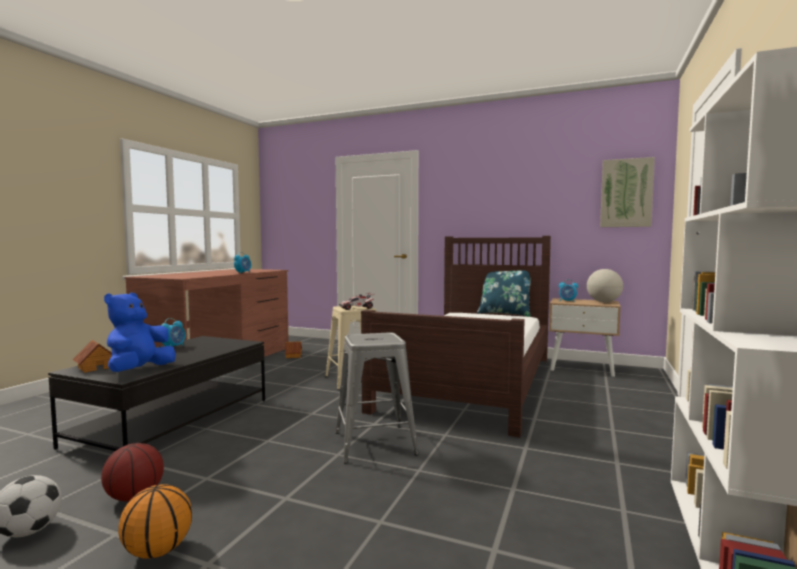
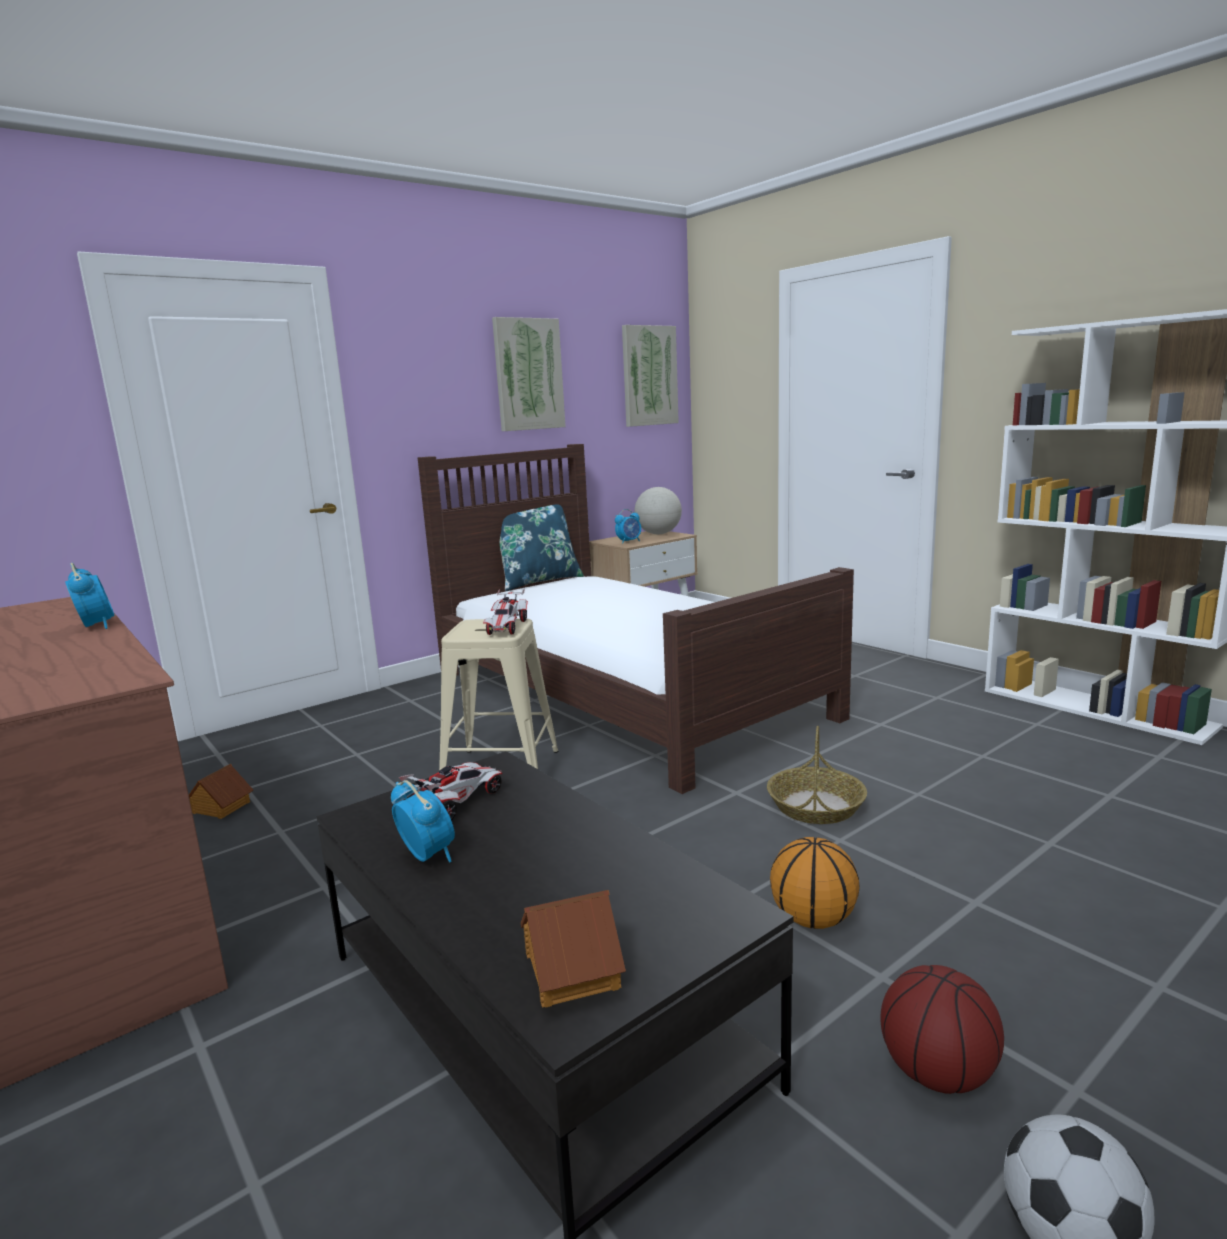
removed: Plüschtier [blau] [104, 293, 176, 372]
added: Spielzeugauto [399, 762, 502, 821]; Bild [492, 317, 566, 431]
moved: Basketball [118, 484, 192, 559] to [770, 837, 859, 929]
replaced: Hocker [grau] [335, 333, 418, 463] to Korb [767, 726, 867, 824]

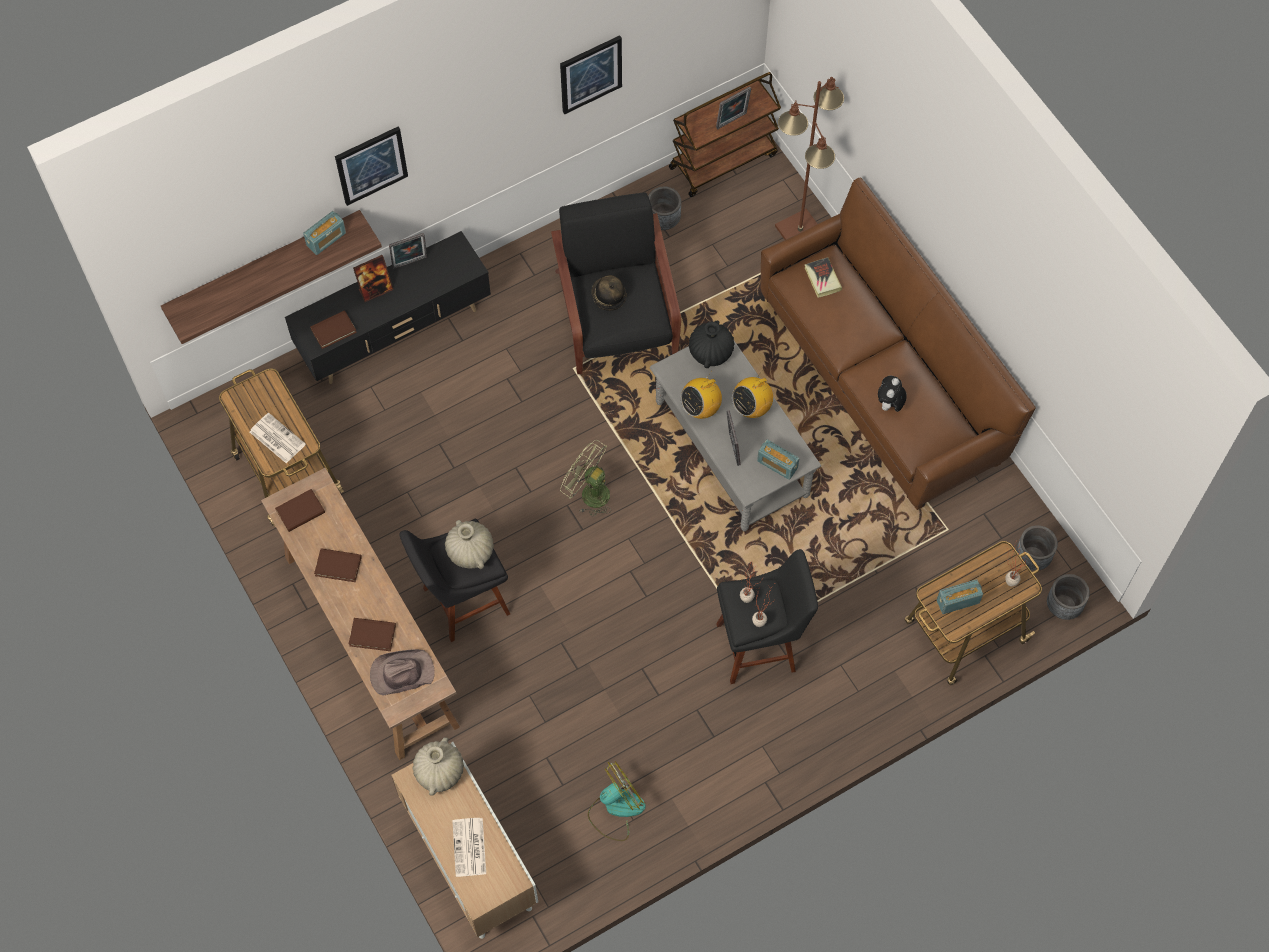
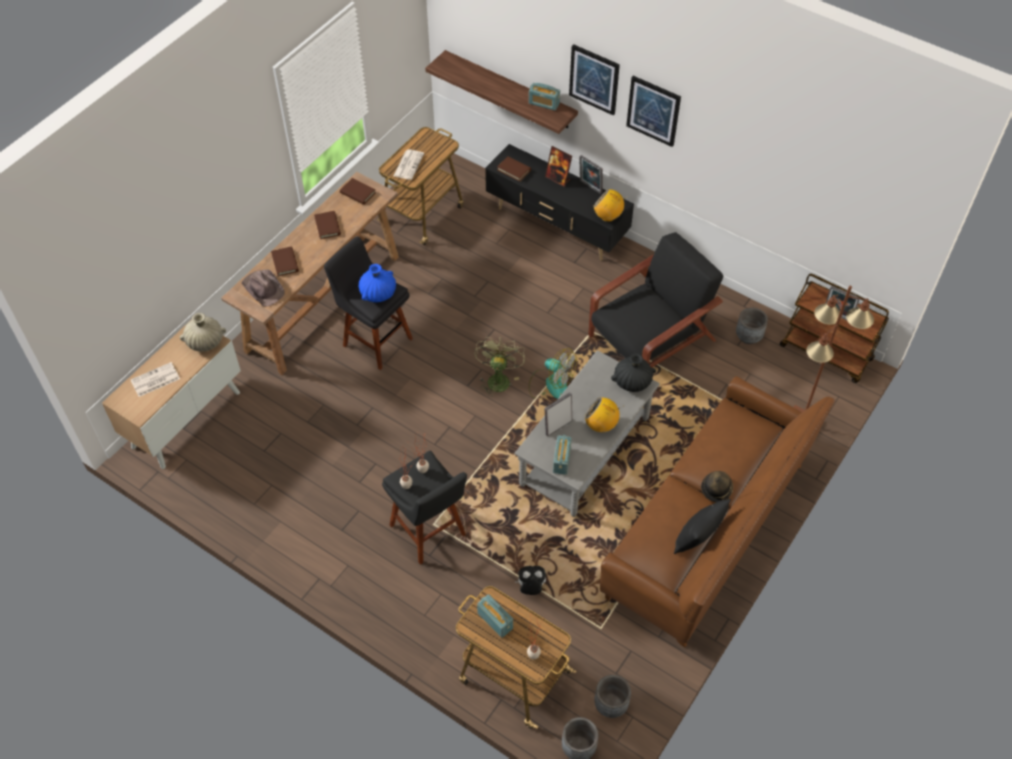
removed: Buch [805, 257, 842, 298]
added: Kissen [schwarz] [674, 499, 731, 554]
moved: Bild [560, 35, 622, 114] to [626, 76, 681, 147]; Ventilator [588, 761, 646, 841] to [529, 348, 577, 399]; Hut [592, 275, 626, 311] to [701, 471, 733, 502]; Radio [681, 375, 722, 419] to [593, 189, 628, 222]; Plüschtier [878, 376, 907, 413] to [515, 566, 546, 595]
recoloured: Vase [beige] [445, 520, 494, 569] to Vase [blau] [359, 264, 396, 302]

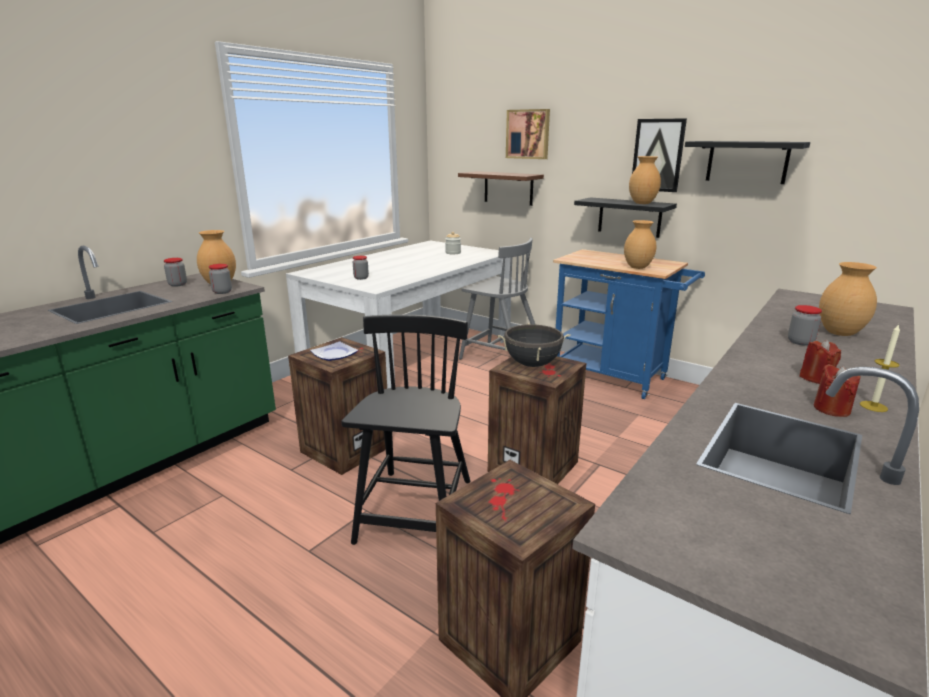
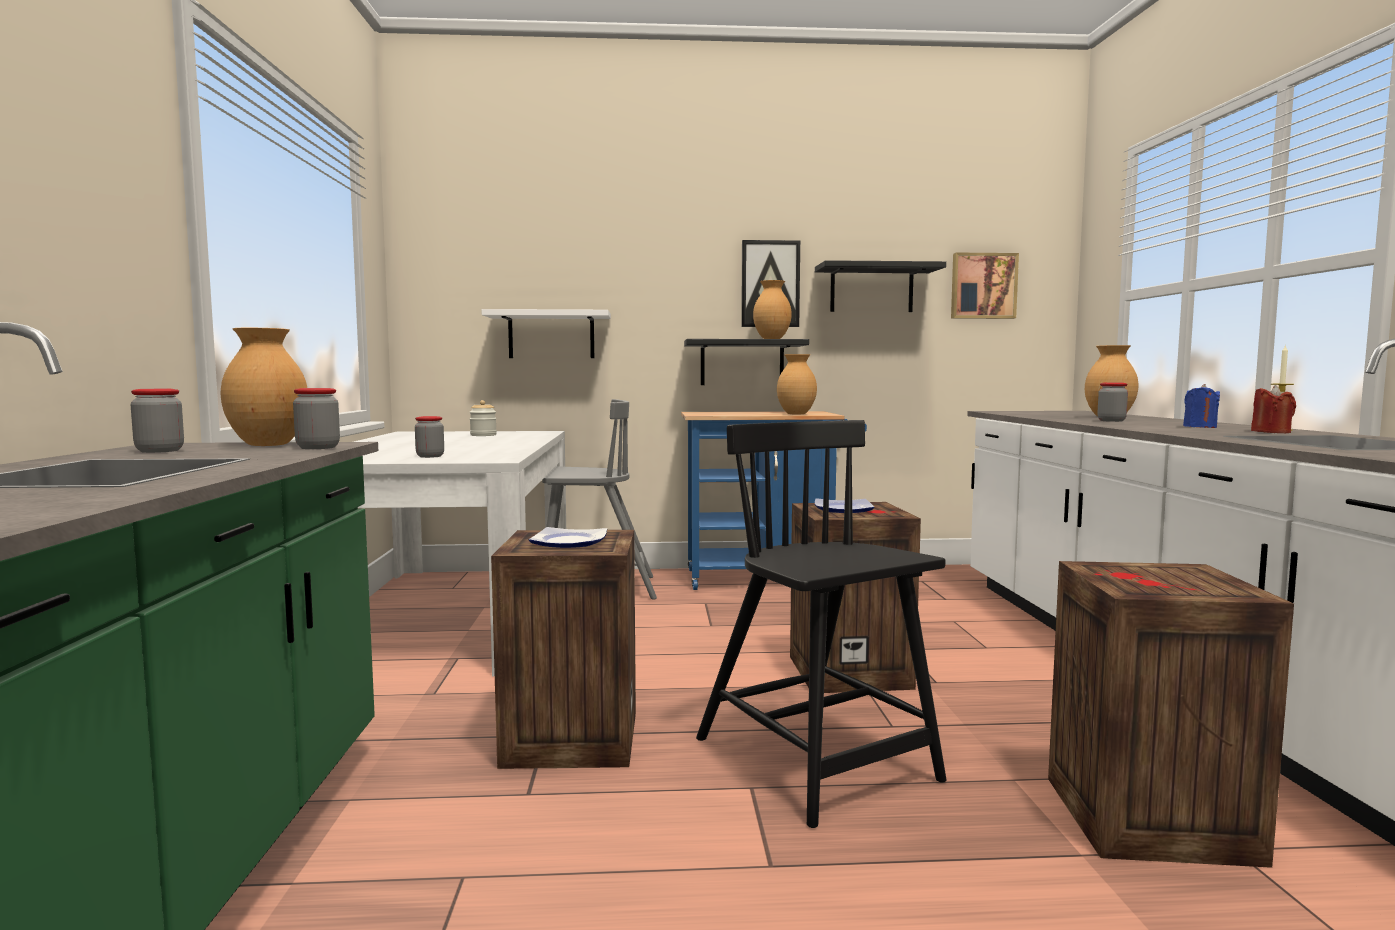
moved: Bild [506, 109, 550, 159] to [951, 253, 1019, 319]
replaced: Kochtopf [schwarz] [497, 323, 571, 367] to Teller [815, 498, 874, 513]
recoloured: Wandregal [braun] [458, 171, 544, 206] to Wandregal [weiß] [481, 309, 611, 358]; Kerze [rot] [799, 340, 841, 384] to Kerze [blau] [1183, 384, 1220, 428]

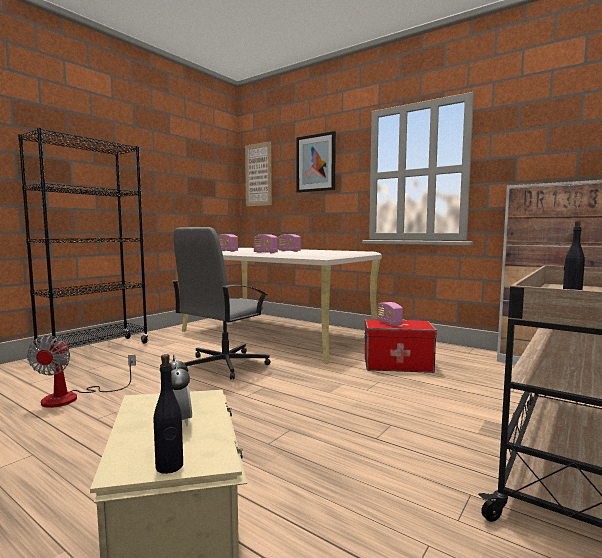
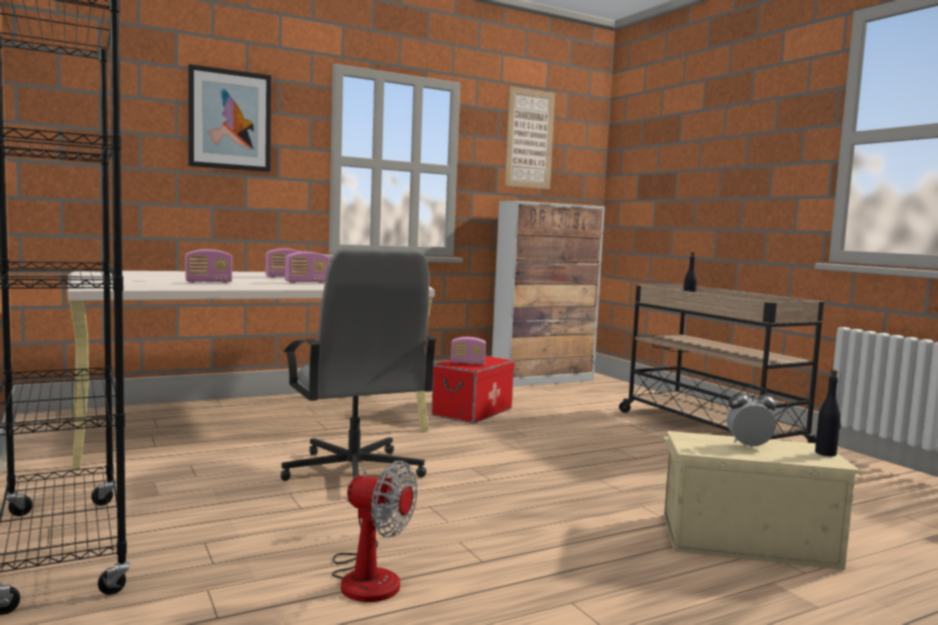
moved: Bild [245, 141, 272, 206] to [505, 86, 555, 189]

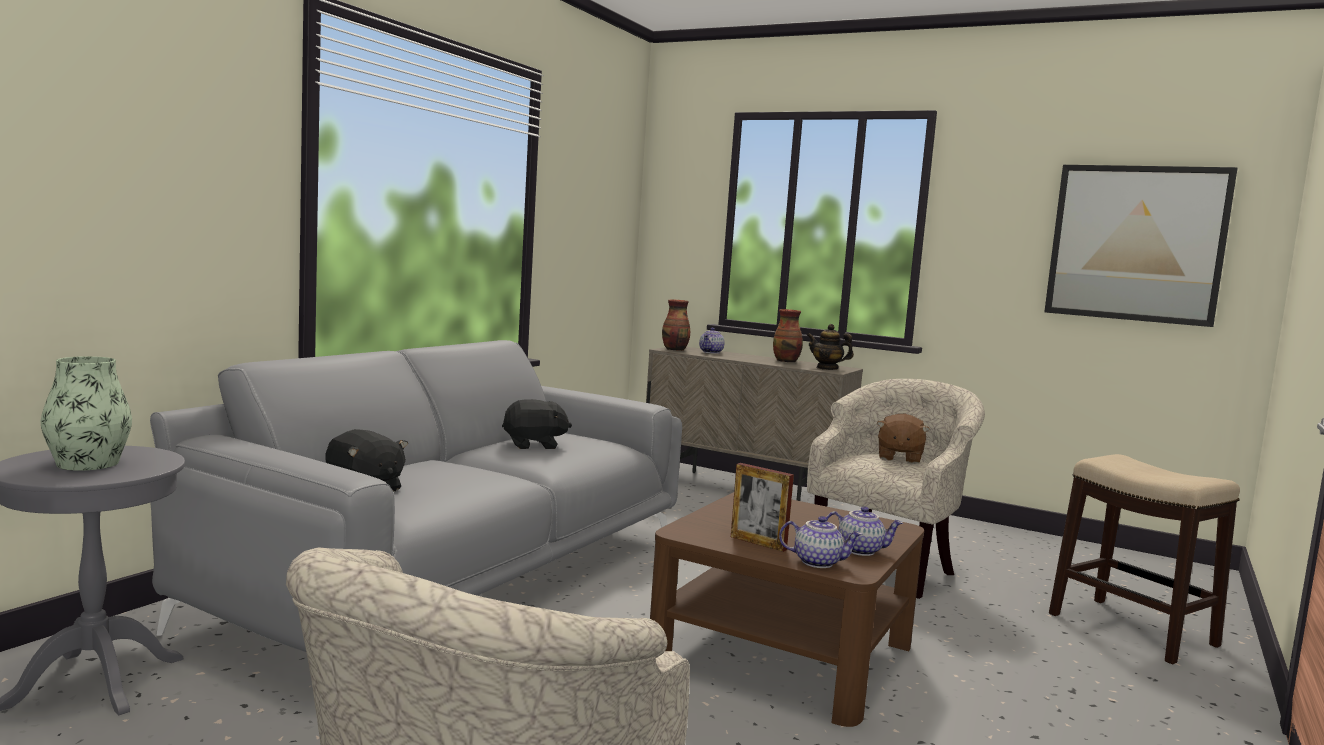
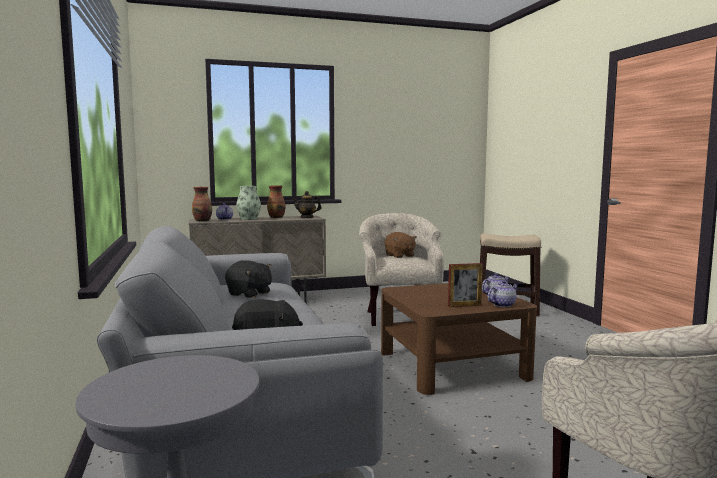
removed: Bild [1044, 165, 1238, 327]
moved: Vase [40, 356, 132, 471] to [236, 186, 261, 220]
turned: Plüschtier [schwarz] [502, 399, 572, 449] = [225, 260, 272, 298] 90 degrees clockwise

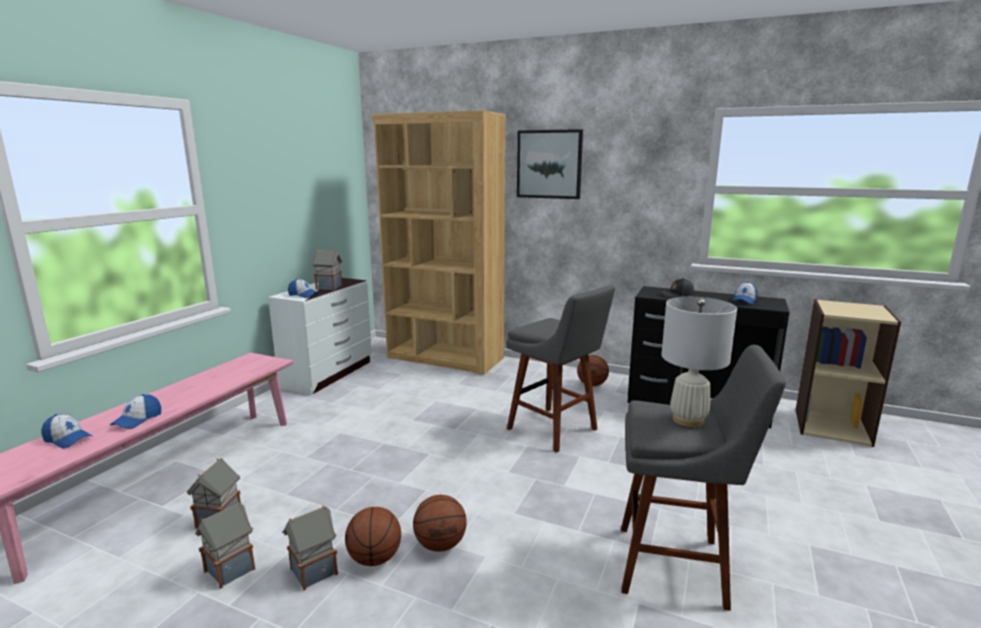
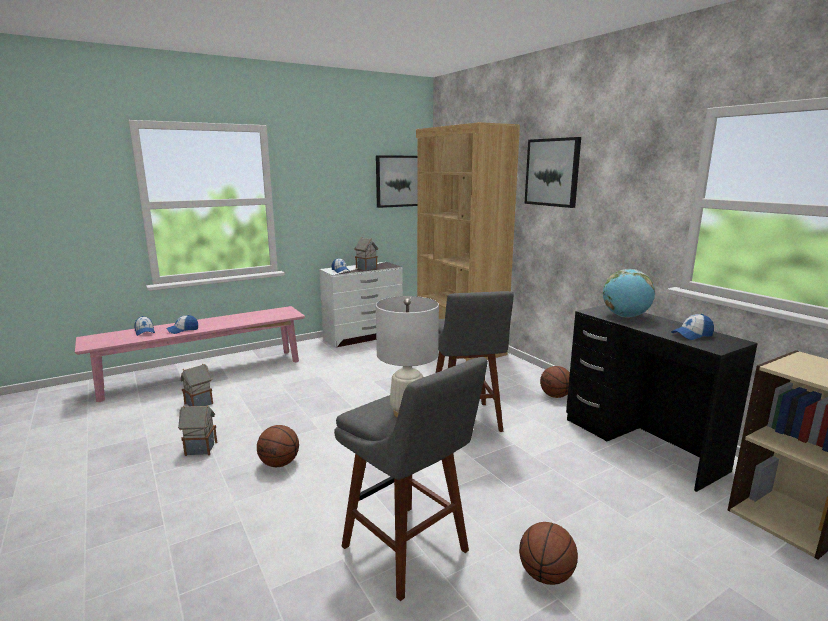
removed: Spielzeughaus [195, 502, 255, 589]
added: Bild [376, 155, 417, 208]
moved: Basketball [345, 507, 401, 566] to [519, 522, 578, 585]
replaced: Kappe [schwarz] [660, 278, 694, 298] to Globus [603, 269, 655, 317]

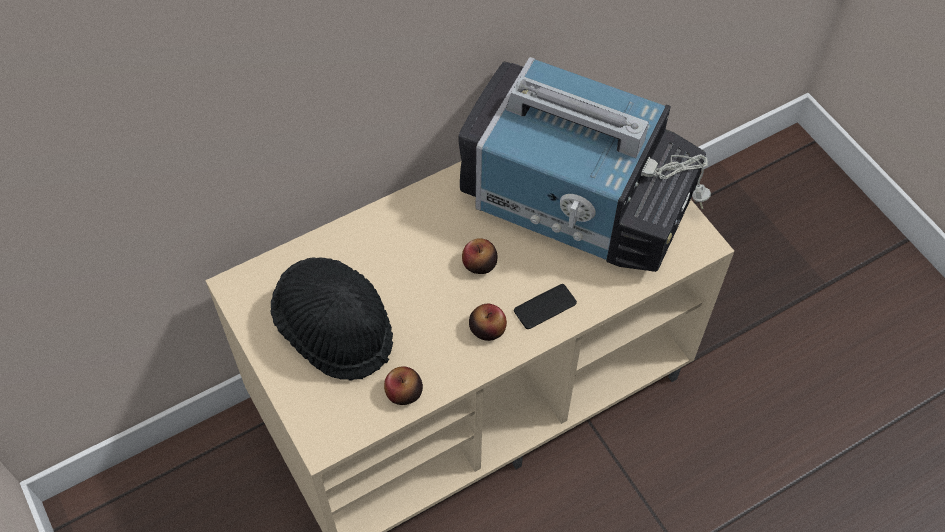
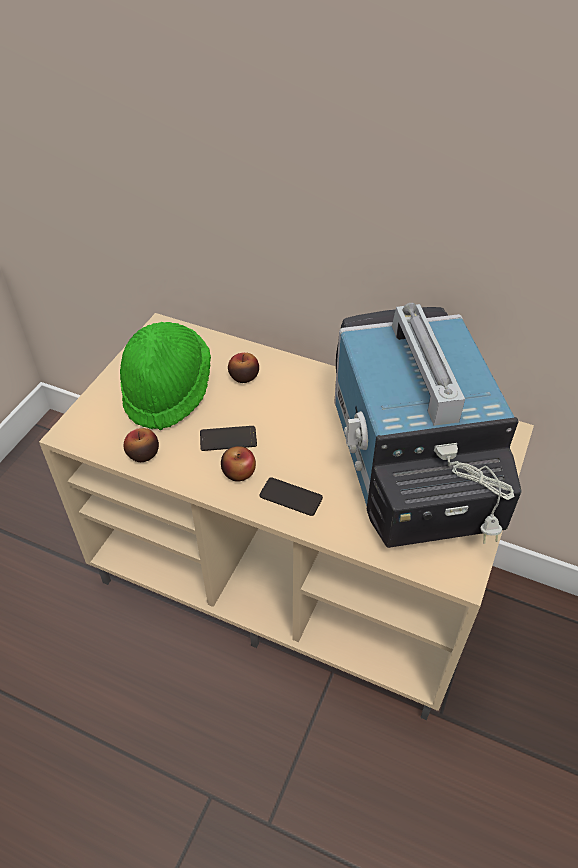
added: Handy [200, 426, 257, 451]
moved: Apfel [462, 238, 497, 274] to [228, 352, 259, 383]
recoloured: Hut [schwarz] [271, 257, 393, 381] to Hut [grün] [120, 322, 211, 430]

